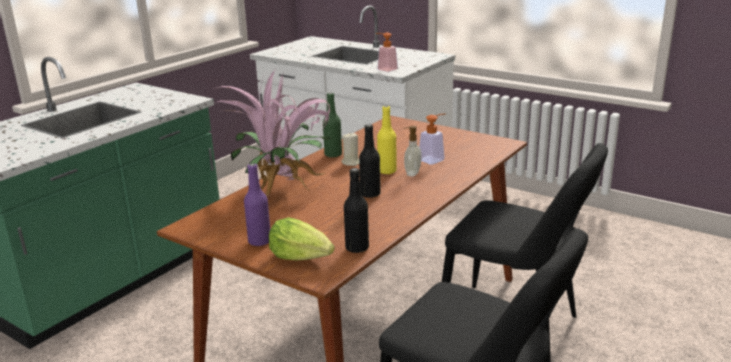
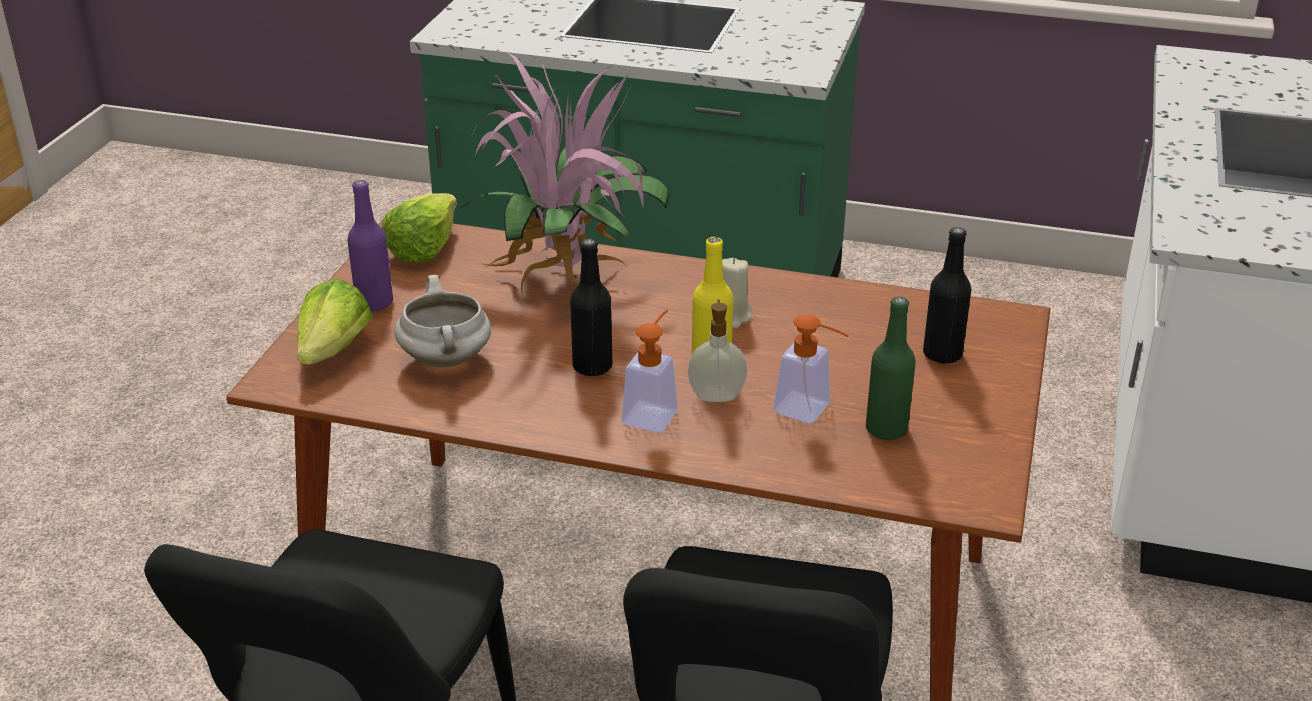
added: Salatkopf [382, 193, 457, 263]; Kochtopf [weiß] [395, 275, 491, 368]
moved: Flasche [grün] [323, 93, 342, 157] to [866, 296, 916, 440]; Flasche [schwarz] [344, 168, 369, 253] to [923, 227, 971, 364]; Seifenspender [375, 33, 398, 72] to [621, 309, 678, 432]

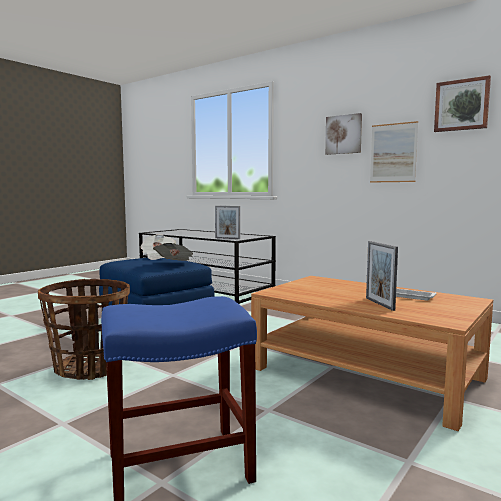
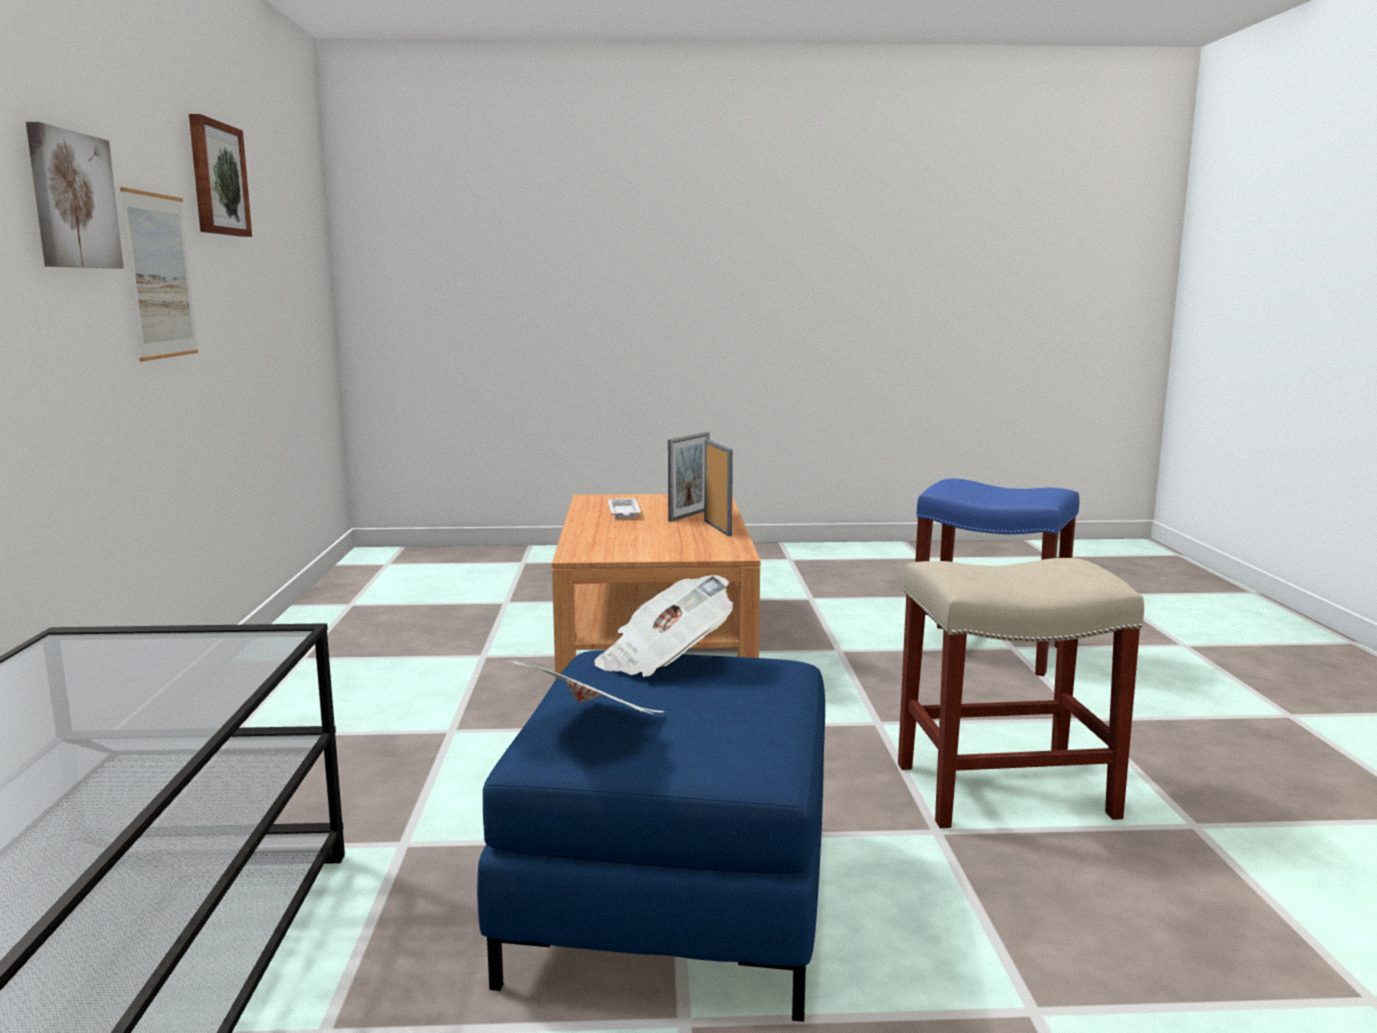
moved: Bilderrahmen [215, 206, 240, 239] to [704, 439, 733, 536]
replaced: Korb [38, 279, 130, 380] to Hocker [beige] [898, 558, 1144, 828]

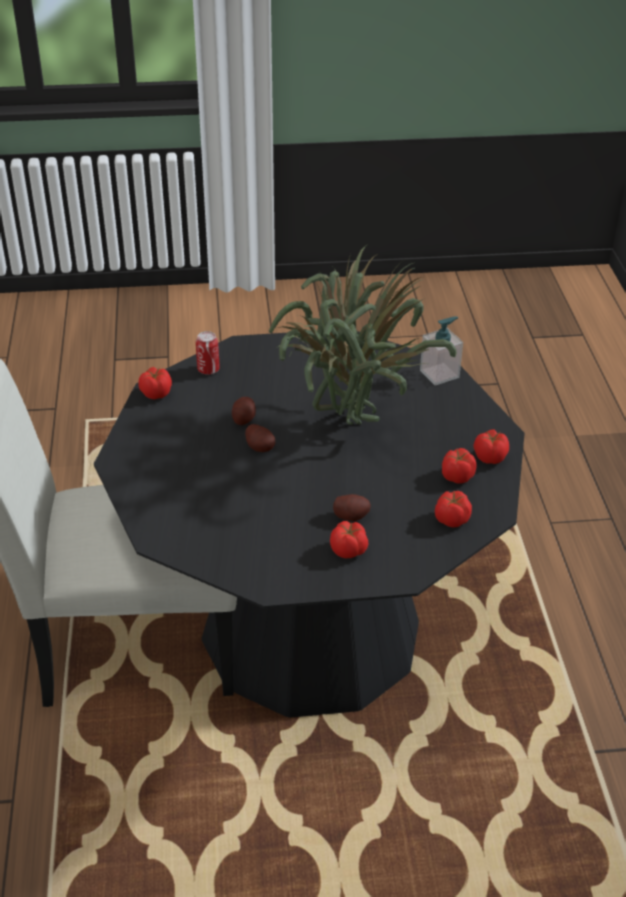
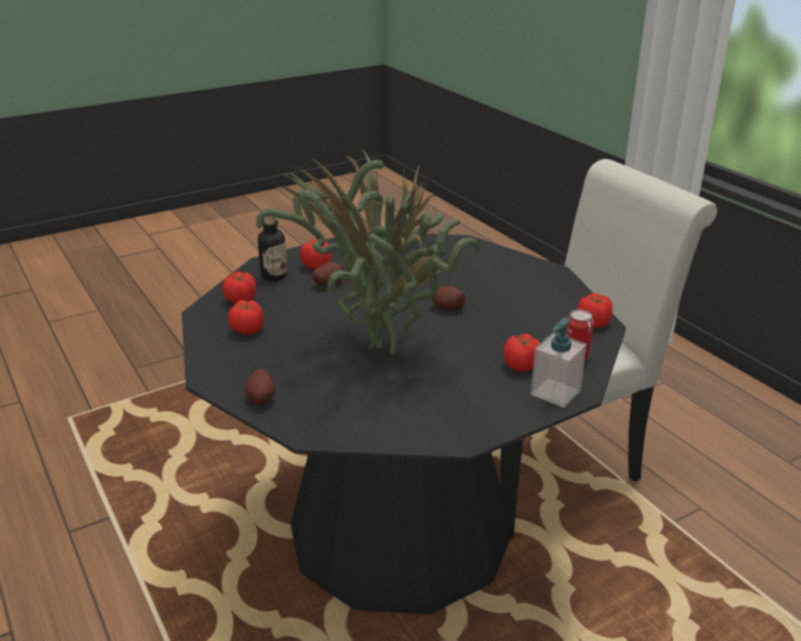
added: Flasche [258, 216, 287, 281]
moved: Kartoffel [232, 397, 256, 425] to [245, 369, 275, 404]; Seifenspender [420, 316, 463, 386] to [531, 317, 587, 407]; Tomate [474, 429, 509, 464] to [504, 334, 540, 372]

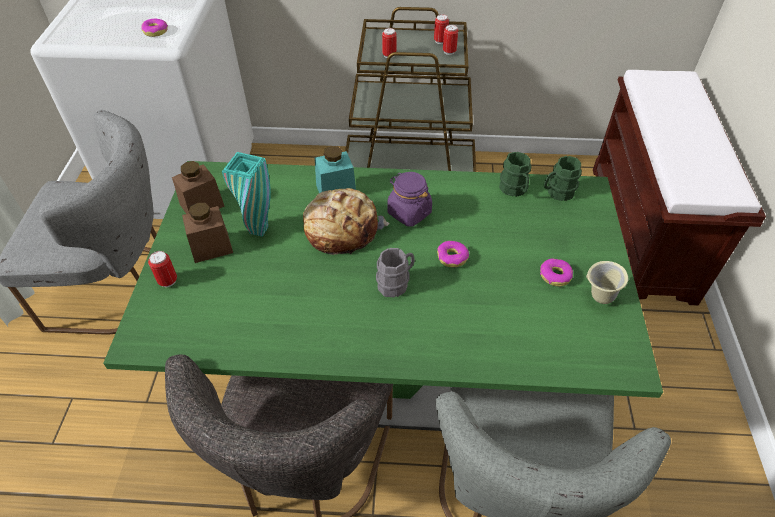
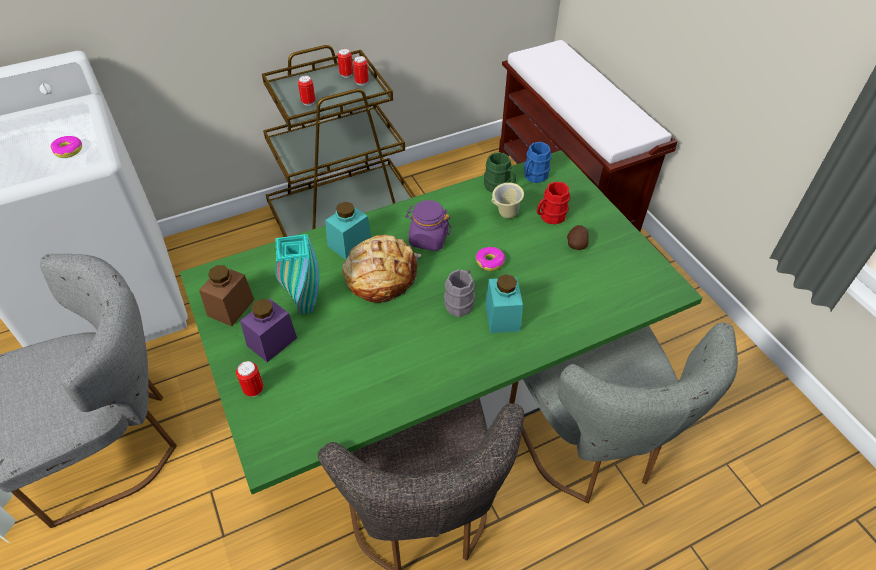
added: Vorratsglas [türkis] [485, 274, 523, 333]; Henkelbecher [rot] [537, 182, 570, 224]
moved: Henkelbecher [beige] [586, 261, 628, 304] to [492, 183, 524, 218]
replaced: Donut [540, 259, 573, 286] to Kartoffel [567, 225, 589, 250]
recoloured: Vorratsglas [braun] [182, 203, 233, 263] to Vorratsglas [lila] [240, 298, 297, 362]; Henkelbecher [grün] [544, 156, 582, 201] to Henkelbecher [blau] [524, 142, 552, 183]

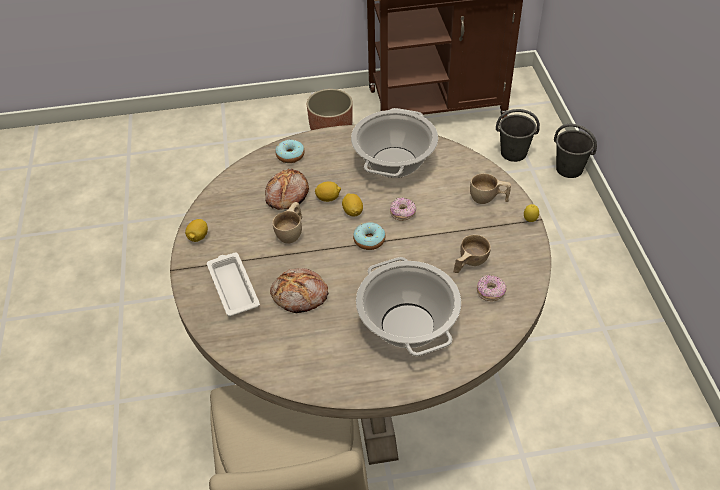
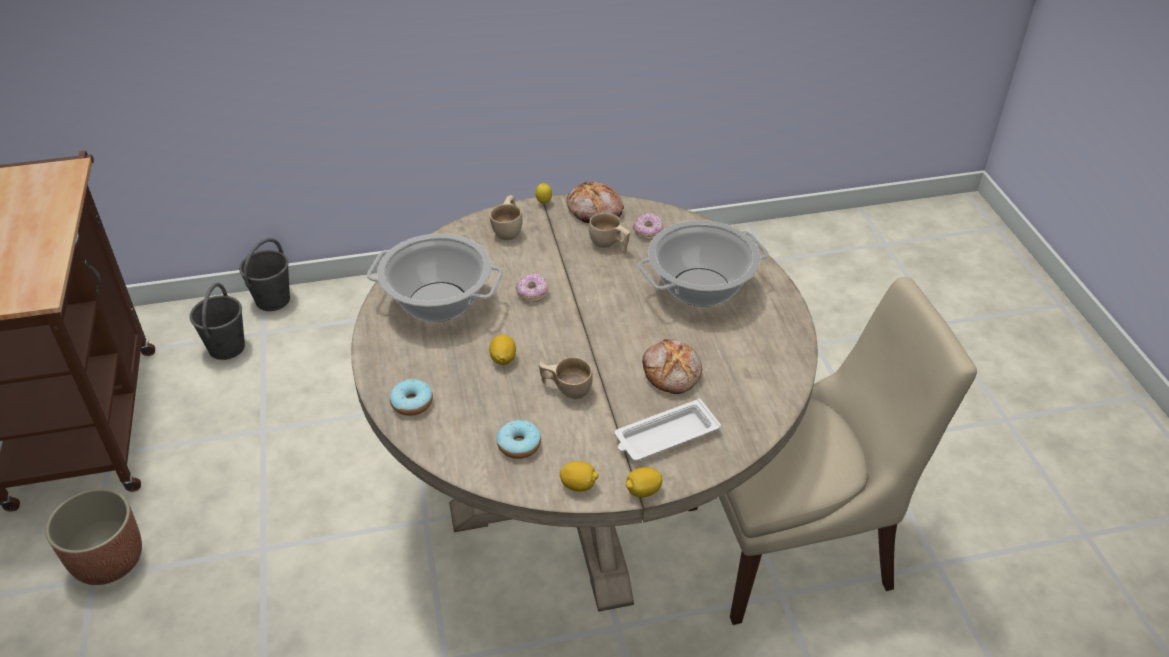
moved: Brot [265, 168, 309, 210] to [566, 181, 624, 223]; Zitrone [342, 193, 363, 217] to [626, 467, 663, 497]; Donut [353, 222, 385, 250] to [496, 420, 541, 459]

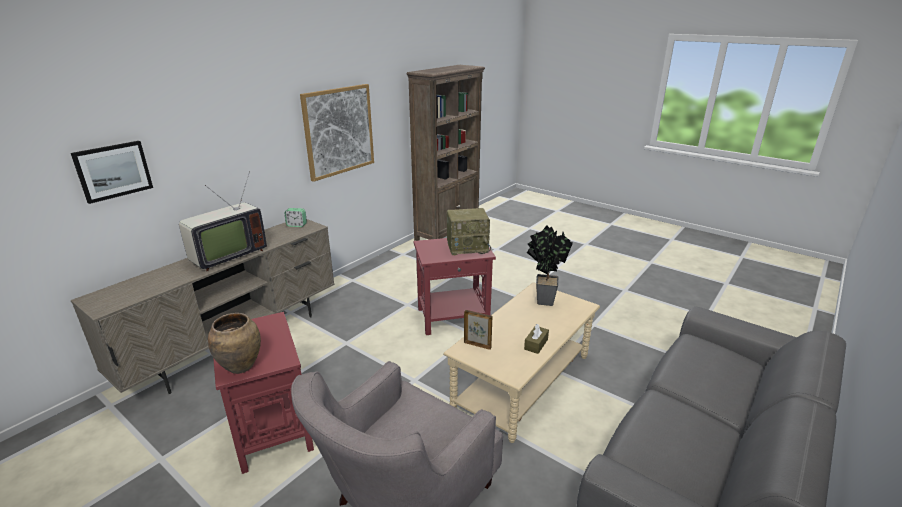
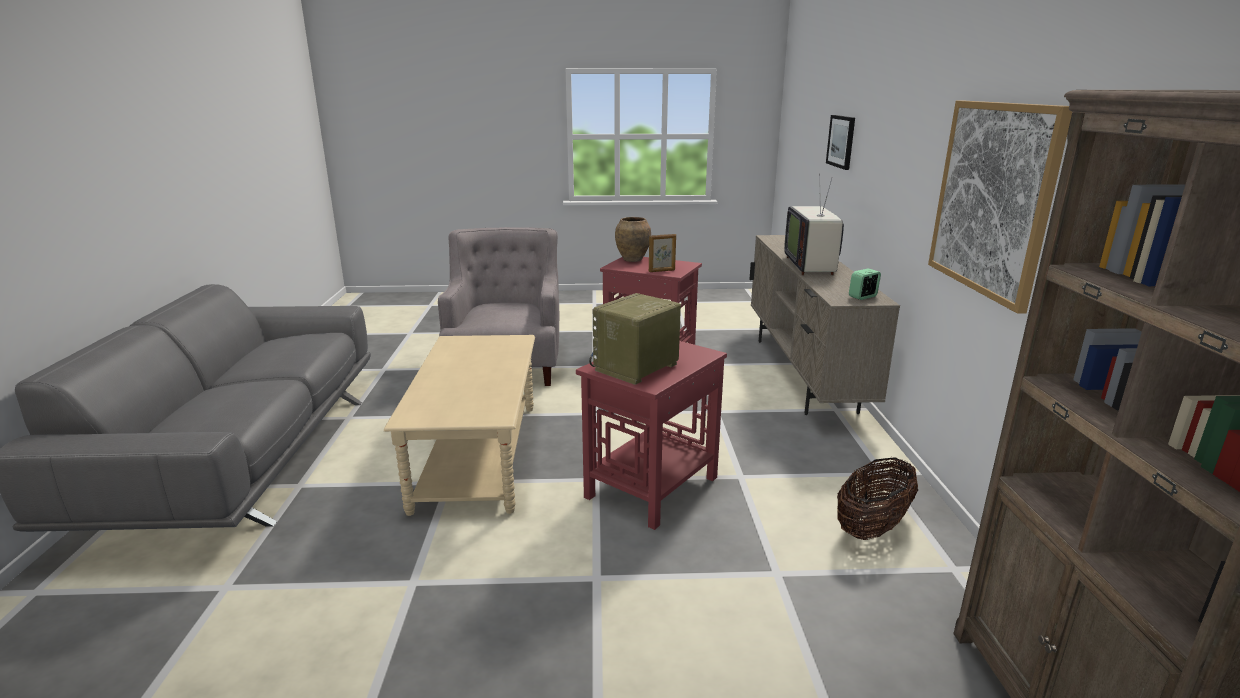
removed: Taschentuchbox [braun] [524, 324, 549, 354]; Topfpflanze [527, 225, 573, 306]
added: Korb [837, 457, 918, 540]
moved: Bilderrahmen [464, 310, 492, 350] to [649, 234, 676, 272]

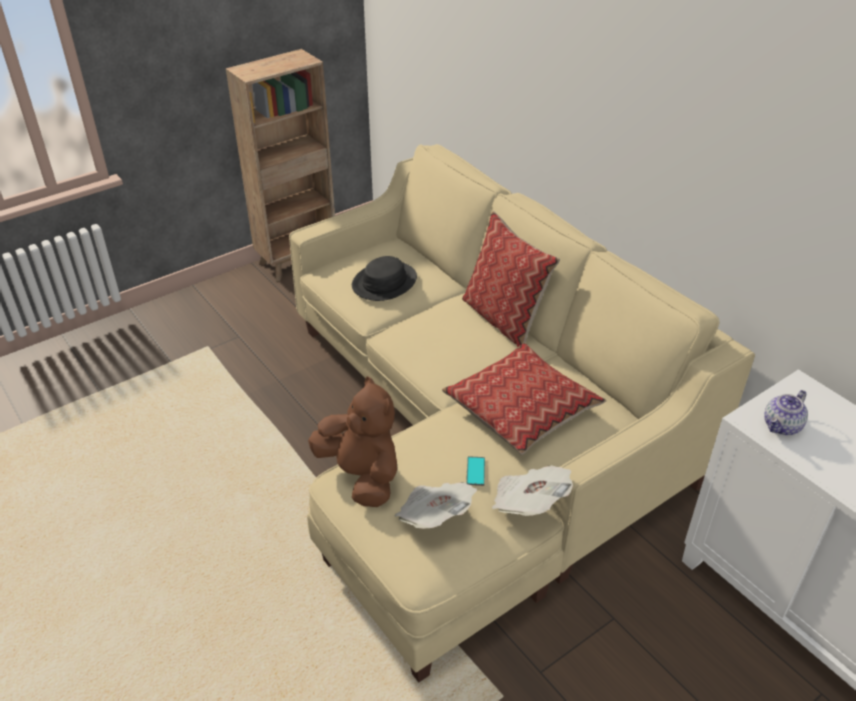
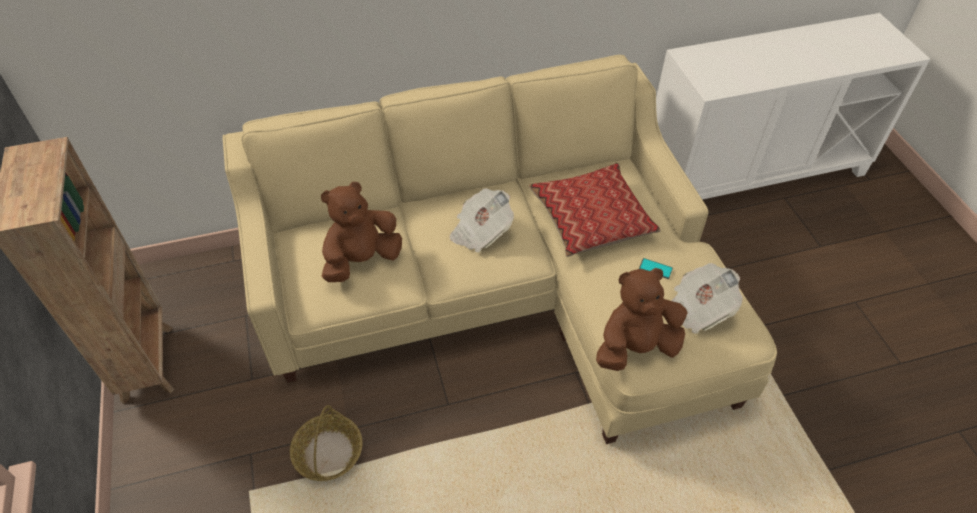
removed: Kissen [462, 211, 560, 347]; Teekanne [764, 390, 808, 435]
added: Korb [290, 405, 363, 481]
moved: Zeitung [492, 465, 573, 516] to [449, 188, 514, 253]
replaced: Hut [schwarz] [352, 256, 417, 301] to Plüschtier [braun] [321, 182, 402, 282]

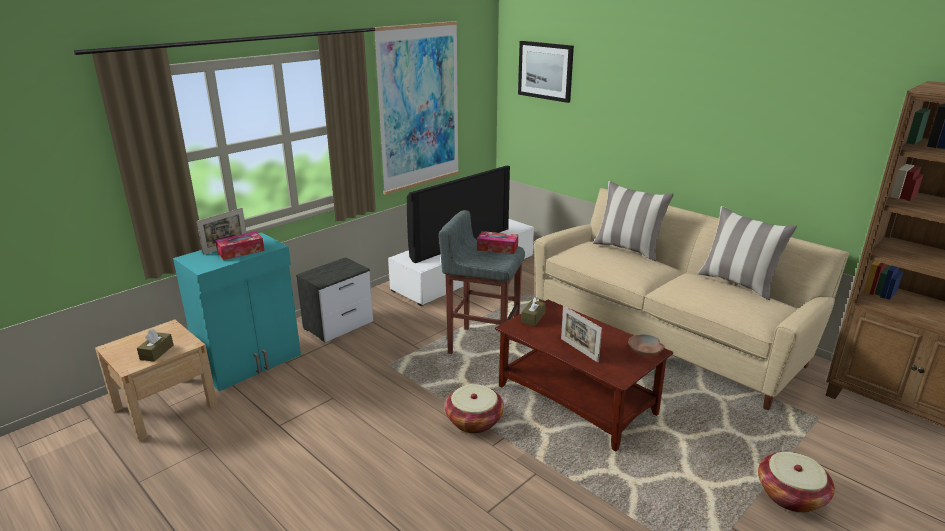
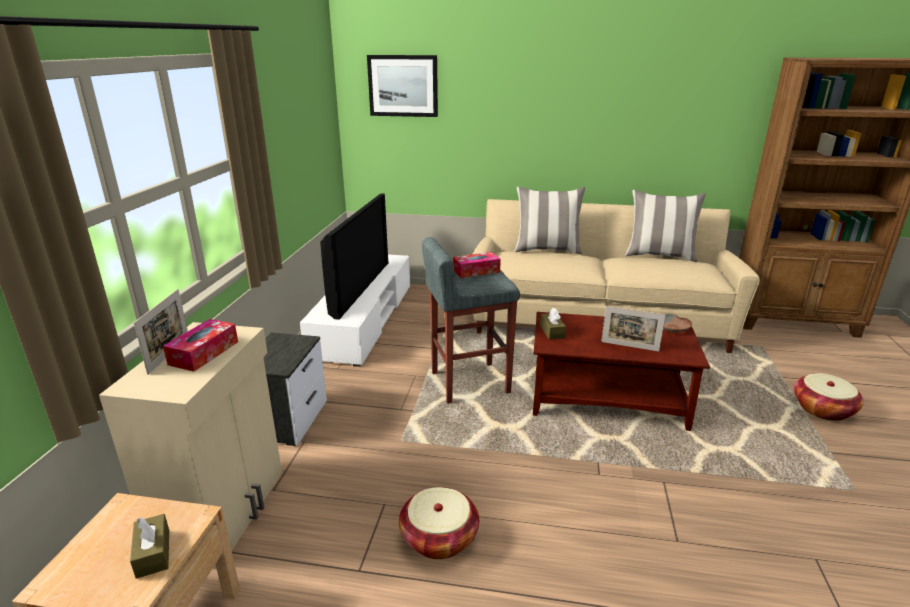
removed: Bild [373, 21, 460, 195]
moved: Korb [445, 384, 504, 433] to [399, 487, 479, 559]
recoloured: Schrank [türkis] [173, 232, 301, 391] to Schrank [beige] [99, 322, 282, 569]

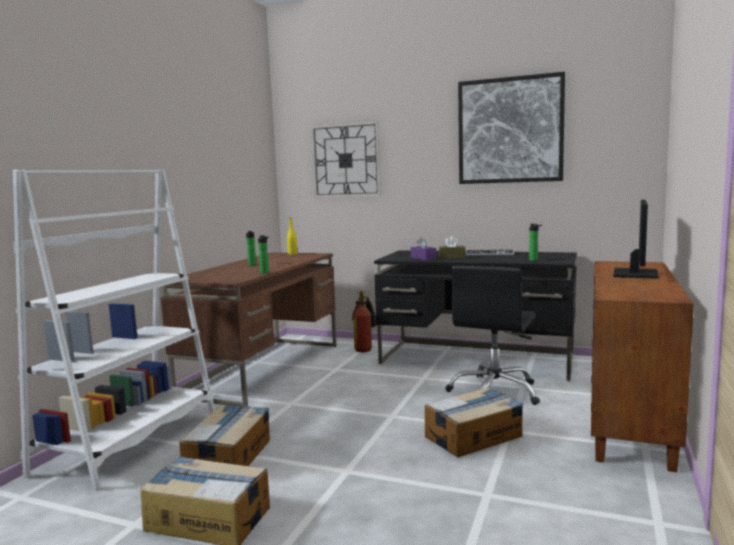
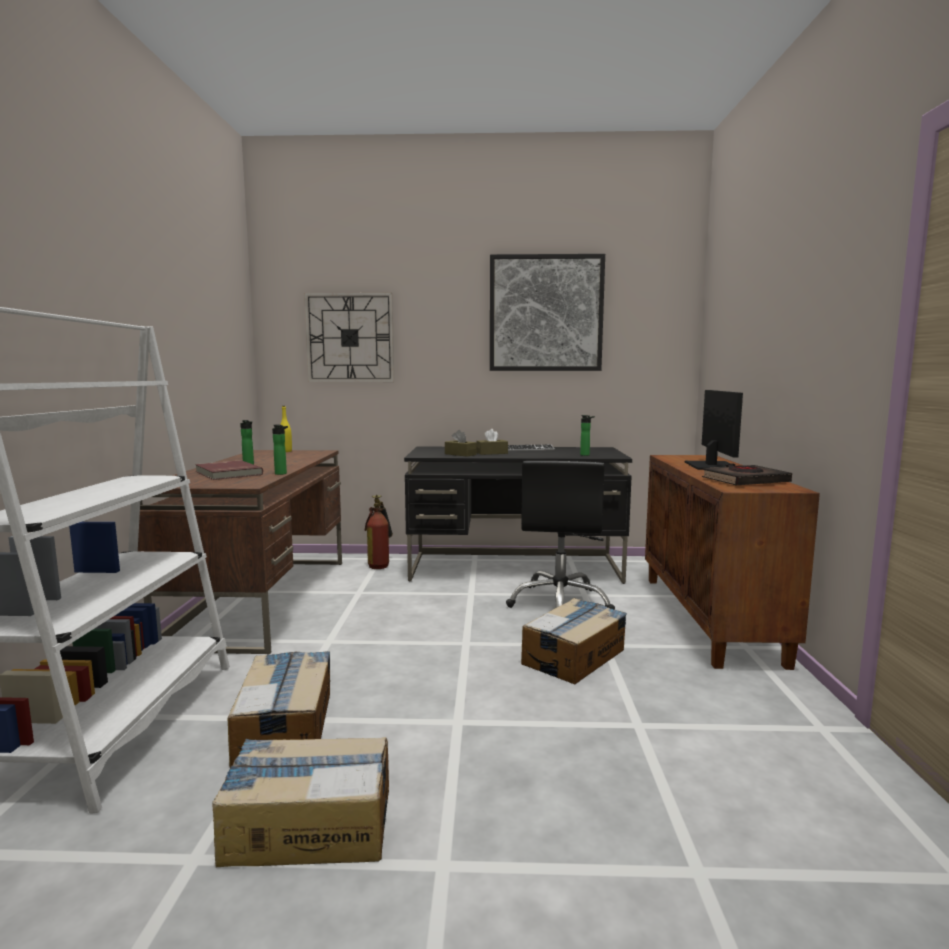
added: Buch [rot] [195, 460, 263, 480]; Buch [schwarz] [702, 464, 792, 485]
recoloured: Taschentuchbox [lila] [411, 237, 436, 260] to Taschentuchbox [braun] [445, 430, 476, 457]

